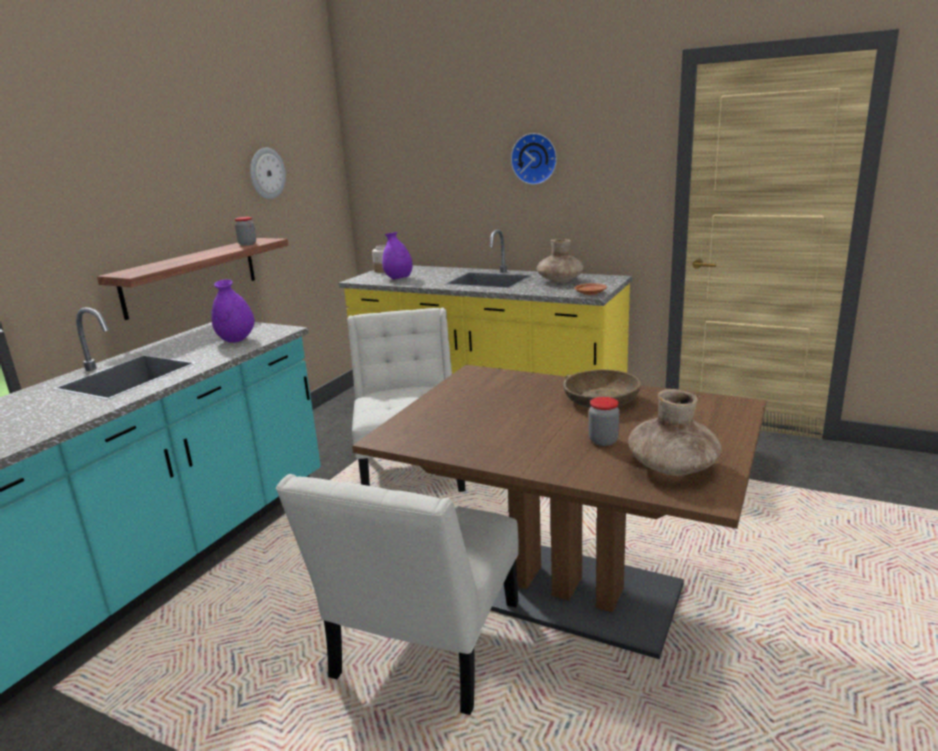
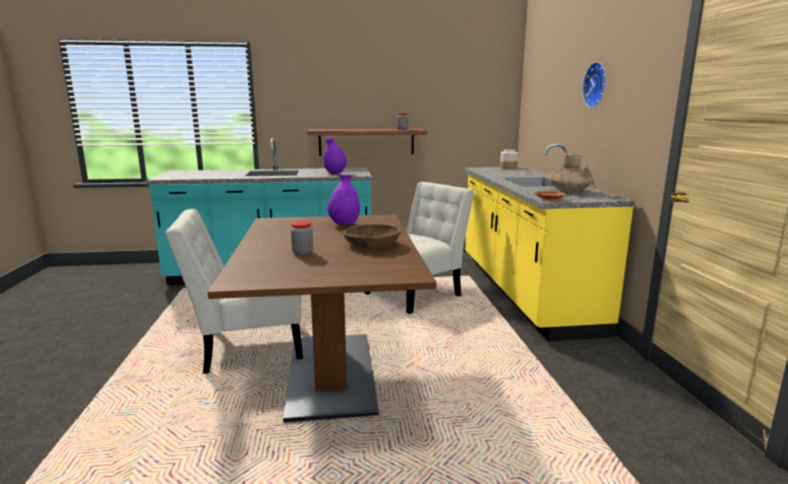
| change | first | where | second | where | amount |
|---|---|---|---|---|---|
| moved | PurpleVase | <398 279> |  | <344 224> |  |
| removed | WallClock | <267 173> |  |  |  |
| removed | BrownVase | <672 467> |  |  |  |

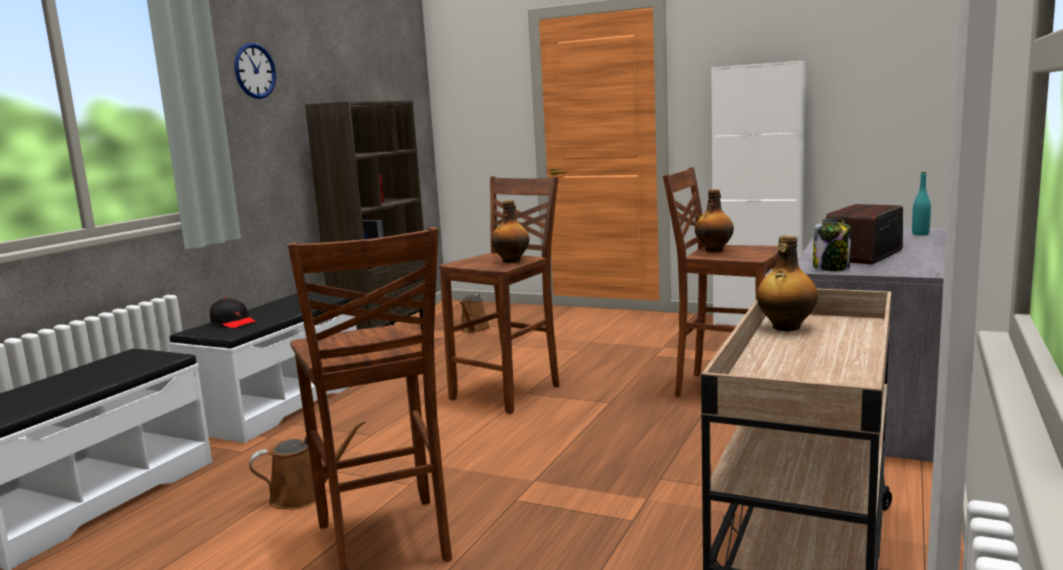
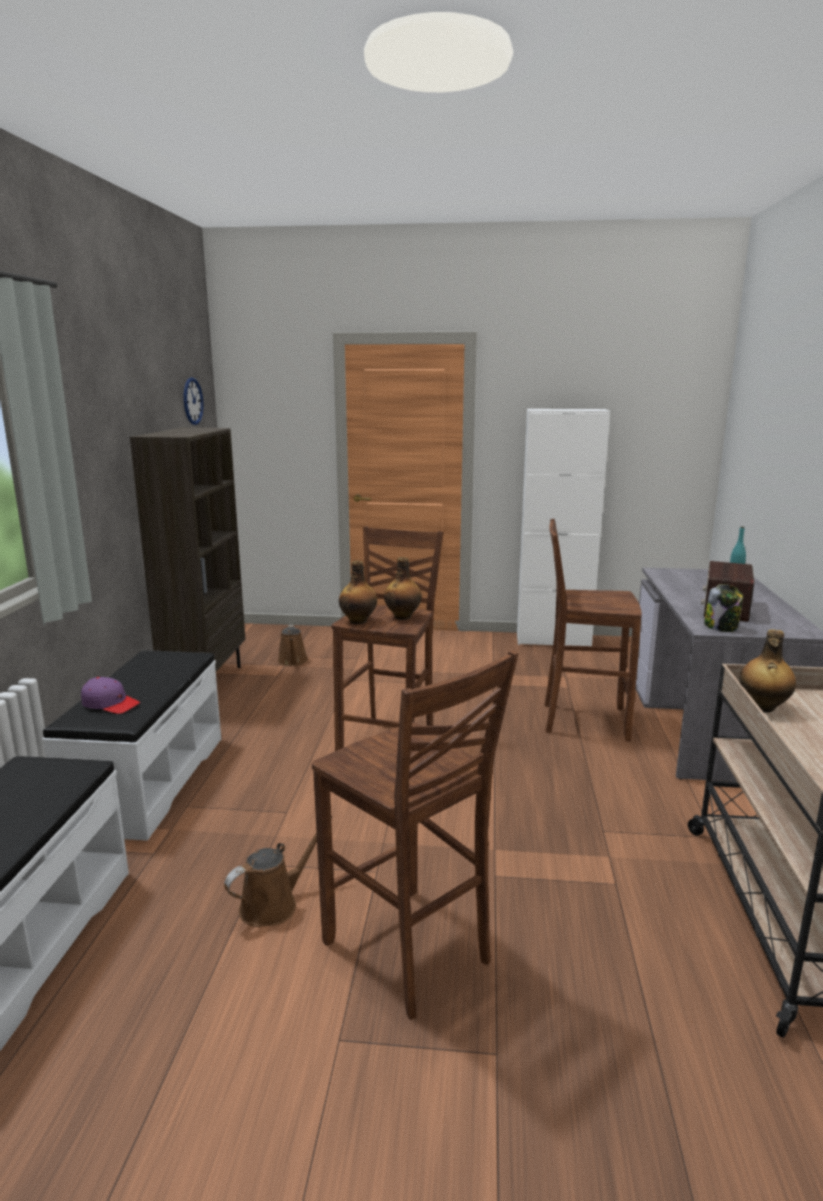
| change | first | where | second | where | amount |
|---|---|---|---|---|---|
| recoloured | BlackCap | <233 322> | PurpleCap | <110 704> |  |
| moved | WallClock | <255 71> |  | <192 401> |  |
| moved | Bottle | <714 250> |  | <358 621> |  |

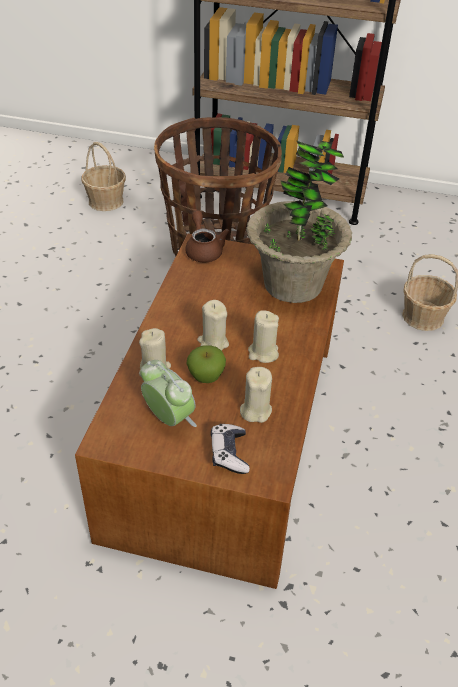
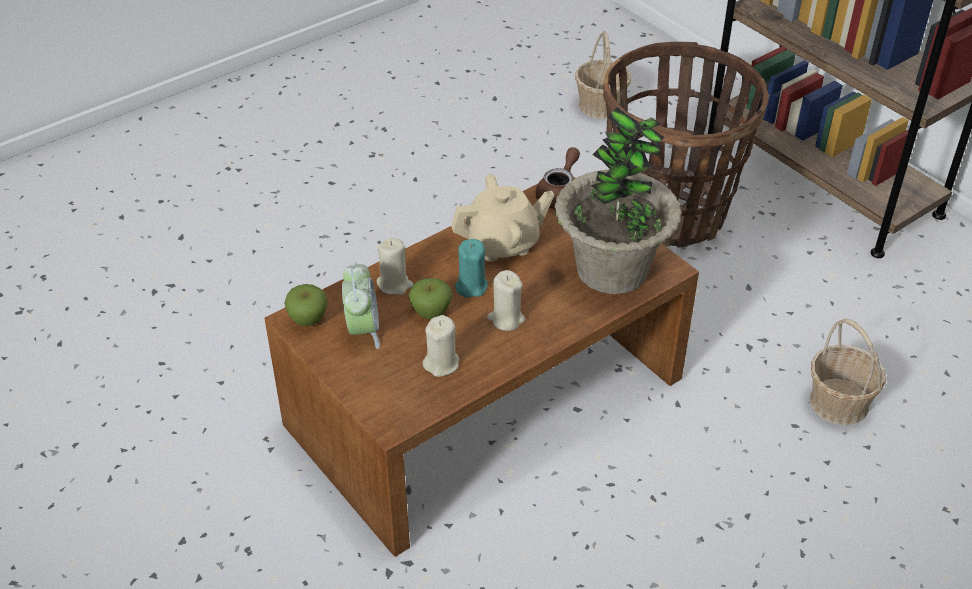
| change | first | where | second | where | amount |
|---|---|---|---|---|---|
| added |  |  | Apple | <308 320> |  |
| added |  |  | BeigeTeapot | <502 244> |  |
| recoloured | BeigeCandle | <213 343> | TurquoiseCandle | <471 286> |  |
| removed | GameController | <229 453> |  |  |  |

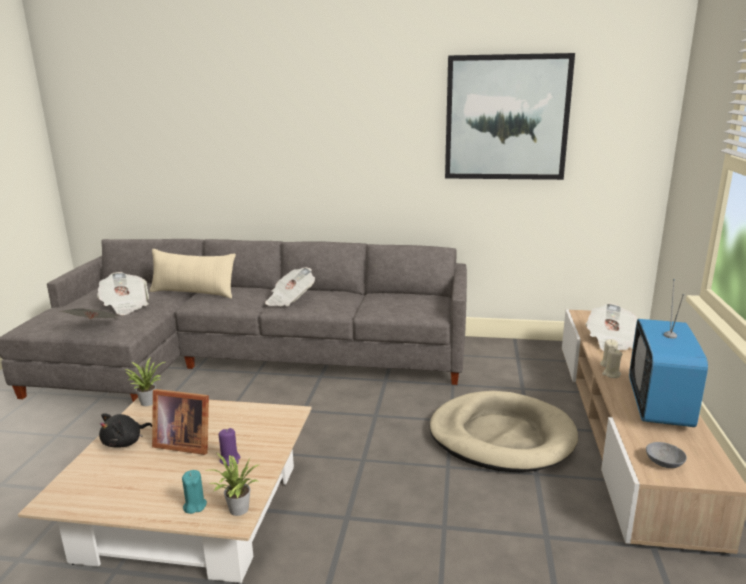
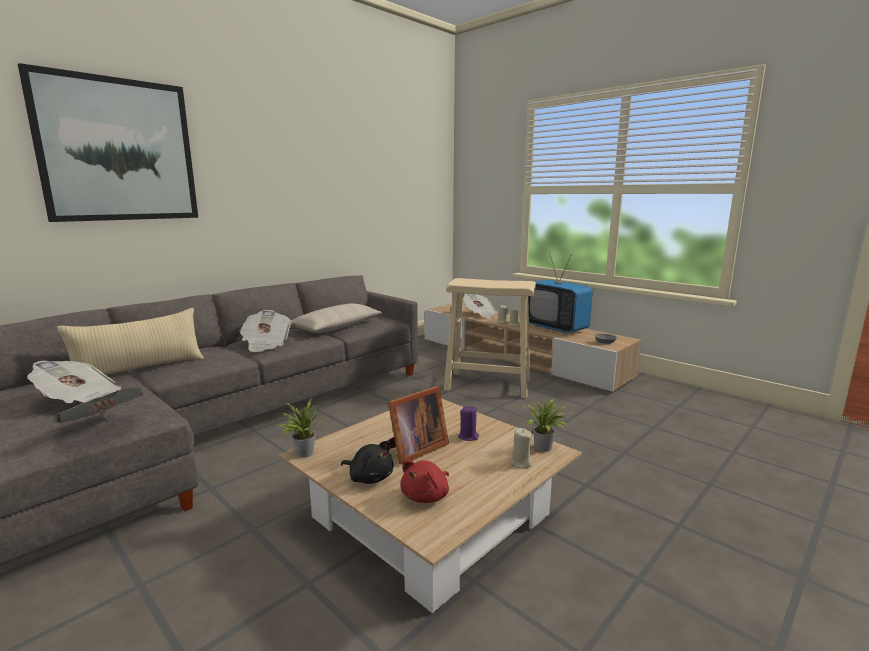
| change | first | where | second | where | amount |
|---|---|---|---|---|---|
| moved | Picture | <506 118> |  | <118 150> |  |
| added |  |  | BeigePillow | <336 327> |  |
| turned | BlackPlushToy | <125 442> |  | <369 477> | 45 degrees counterclockwise |
| added |  |  | RedPlushToy | <427 496> |  |
| replaced | BeigeDogBed | <501 436> | BeigeStool | <487 384> |  |
| recoloured | TurquoiseCandle | <194 506> | BeigeCandle | <520 463> |  |

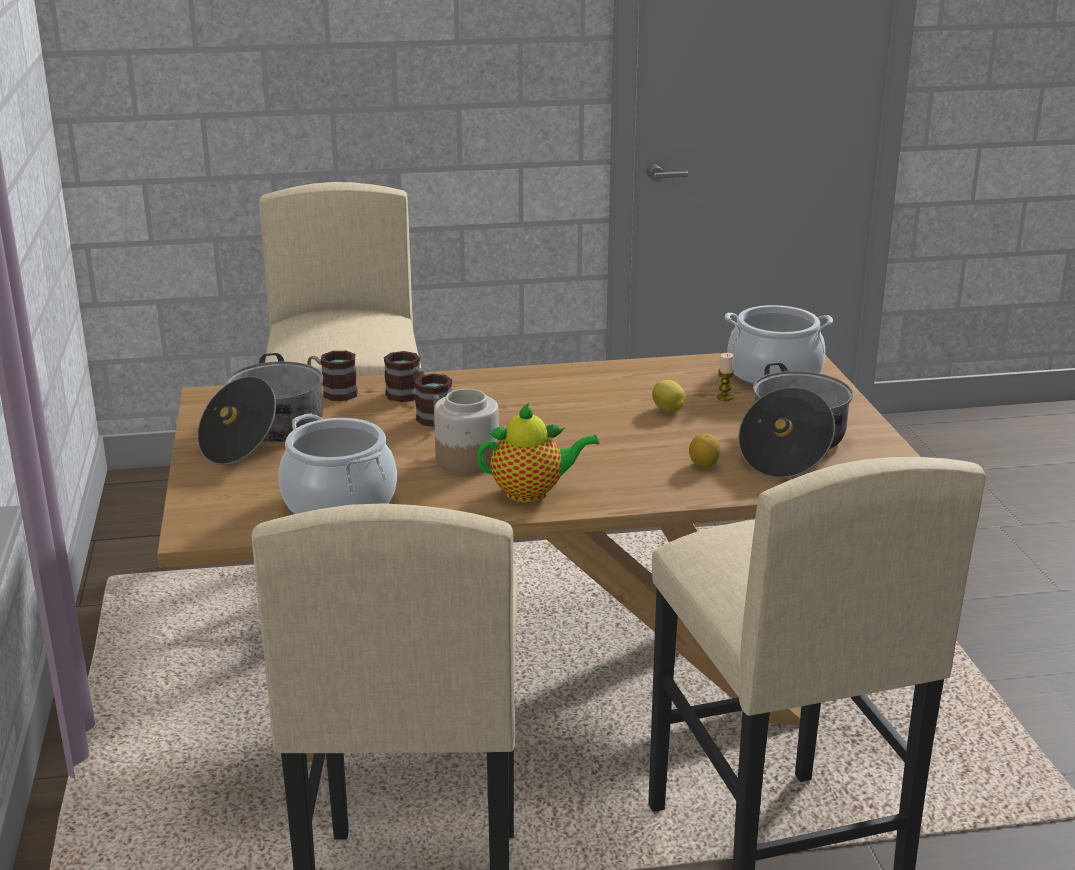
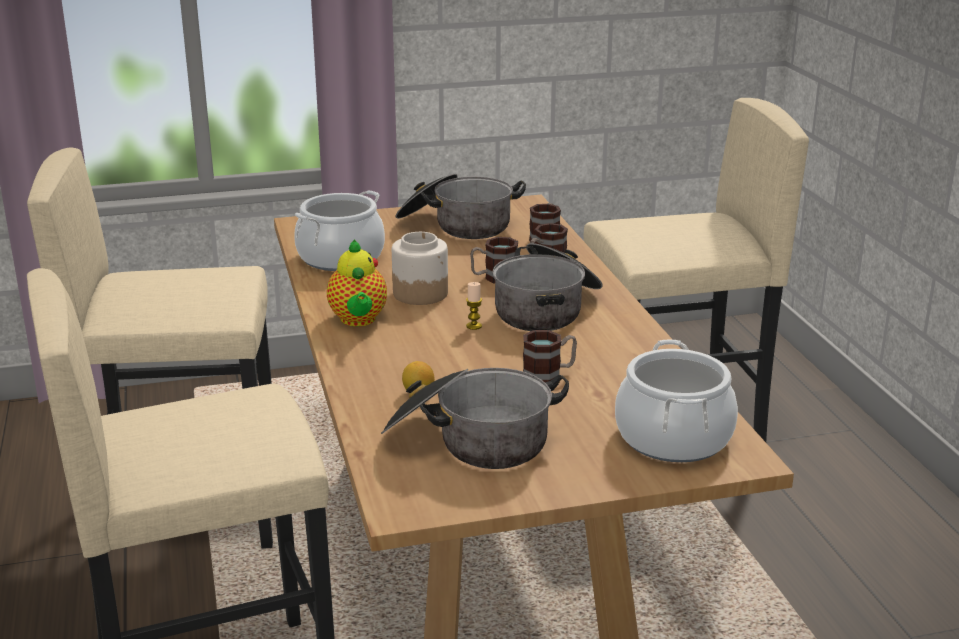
| change | first | where | second | where | amount |
|---|---|---|---|---|---|
| moved | Candle | <724 397> |  | <474 326> |  |
| added |  |  | CookingPot | <547 308> |  |
| replaced | Lemon | <668 410> | Mug | <549 376> |  |

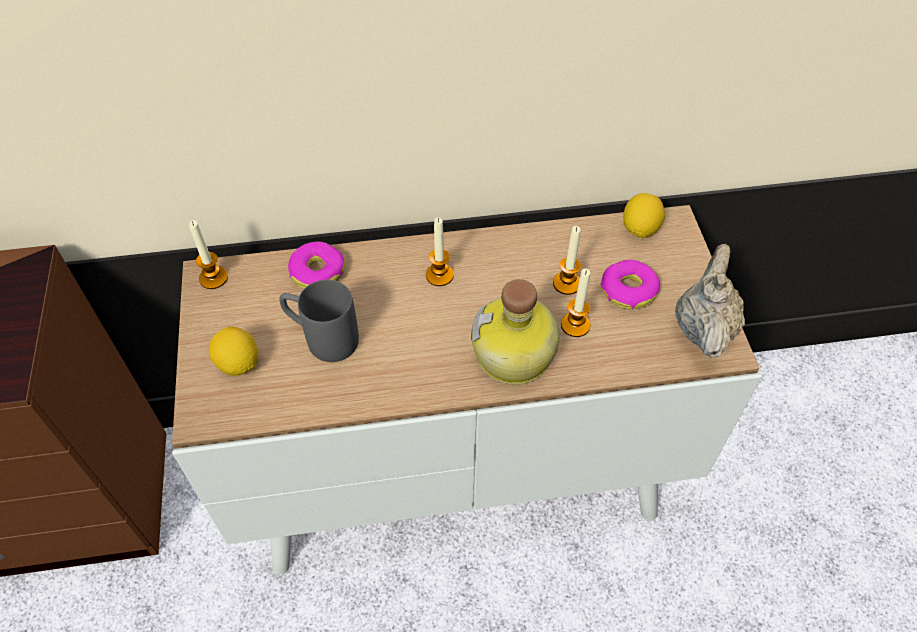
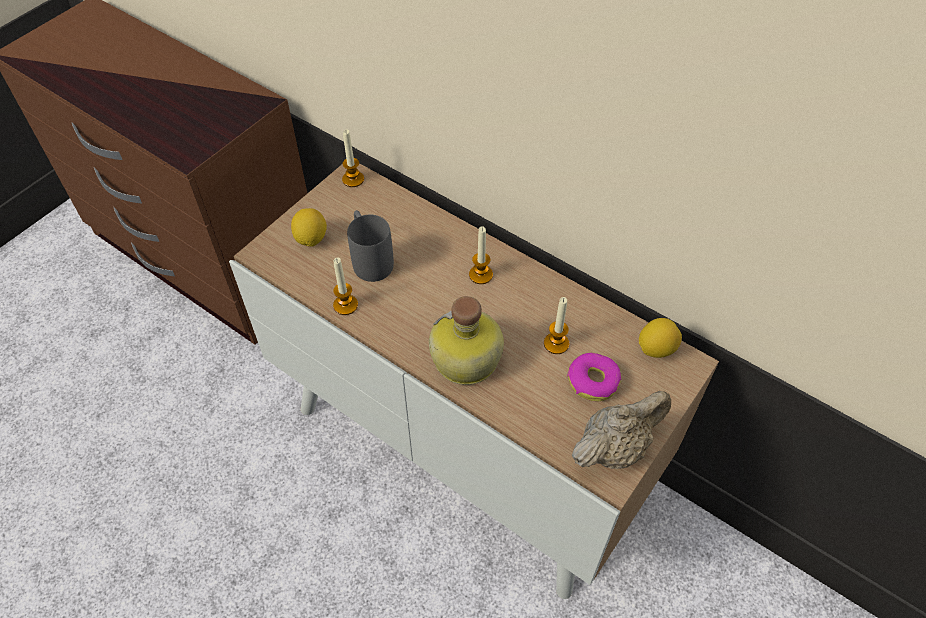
| change | first | where | second | where | amount |
|---|---|---|---|---|---|
| moved | Candle | <575 325> |  | <345 305> |  |
| removed | Donut | <317 272> |  |  |  |

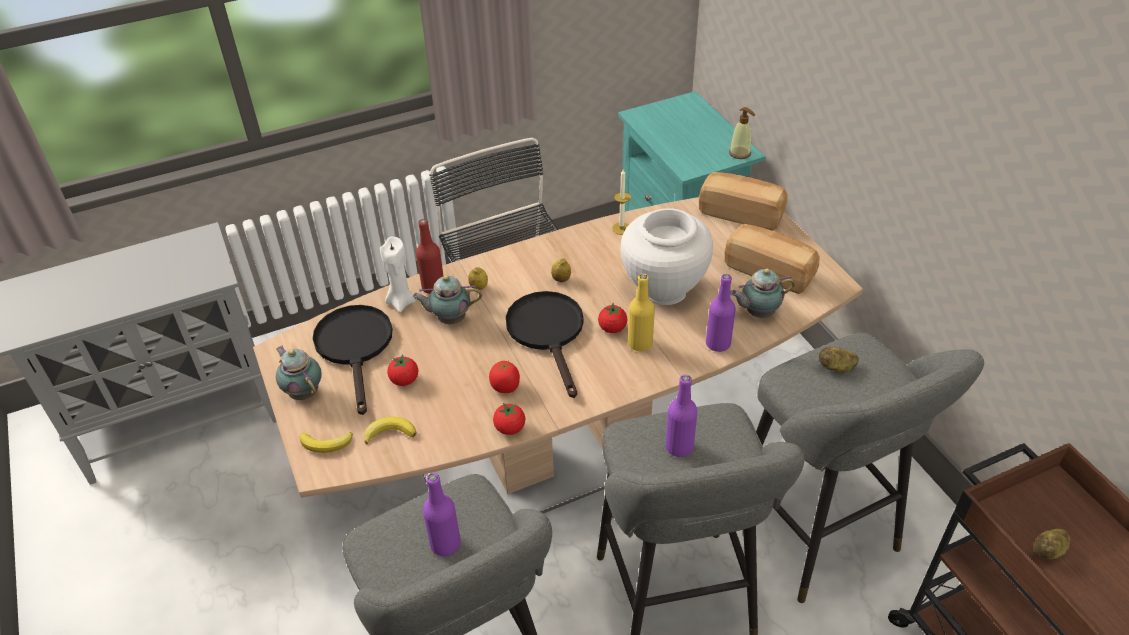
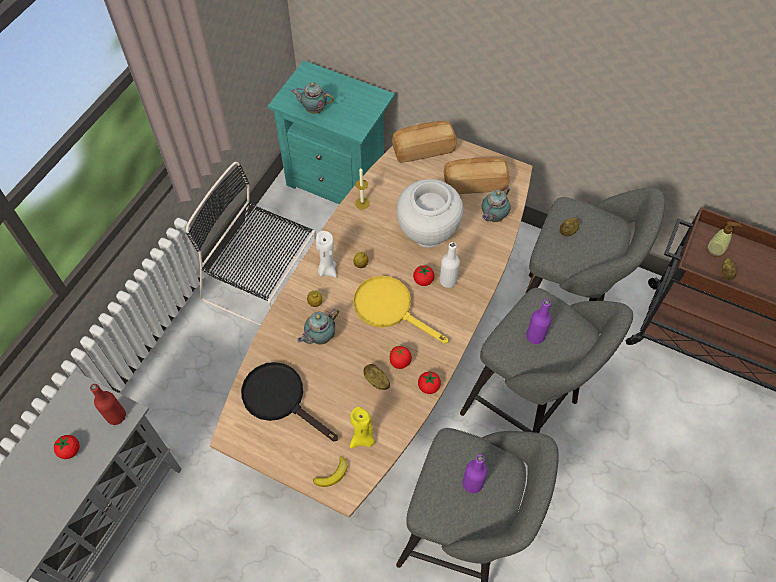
| change | first | where | second | where | amount |
|---|---|---|---|---|---|
| moved | Tomato | <404 380> |  | <70 450> |  |
| moved | RedBottle | <433 287> |  | <116 416> |  |
| moved | Teapot | <303 391> |  | <313 109> |  |
| moved | WhiteCandle | <401 302> |  | <327 270> |  |
| replaced | Banana | <390 432> | YellowCandle | <363 439> |  |
| recoloured | BlackFryingPan | <548 333> | YellowFryingPan | <390 308> |  |
| added |  |  | Potato | <376 381> |  |
| recoloured | YellowBottle | <640 343> | WhiteBottle | <448 281> |  |
| moved | SoapDispenser | <740 153> |  | <715 249> |  |
| removed | PurpleBottle | <718 344> |  |  |  |

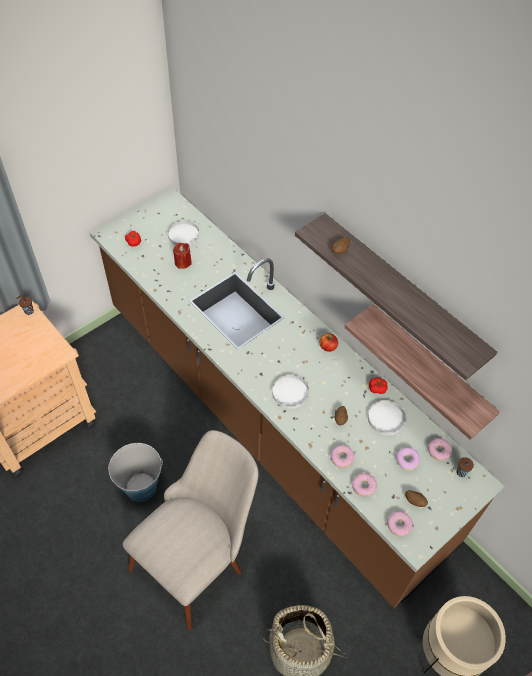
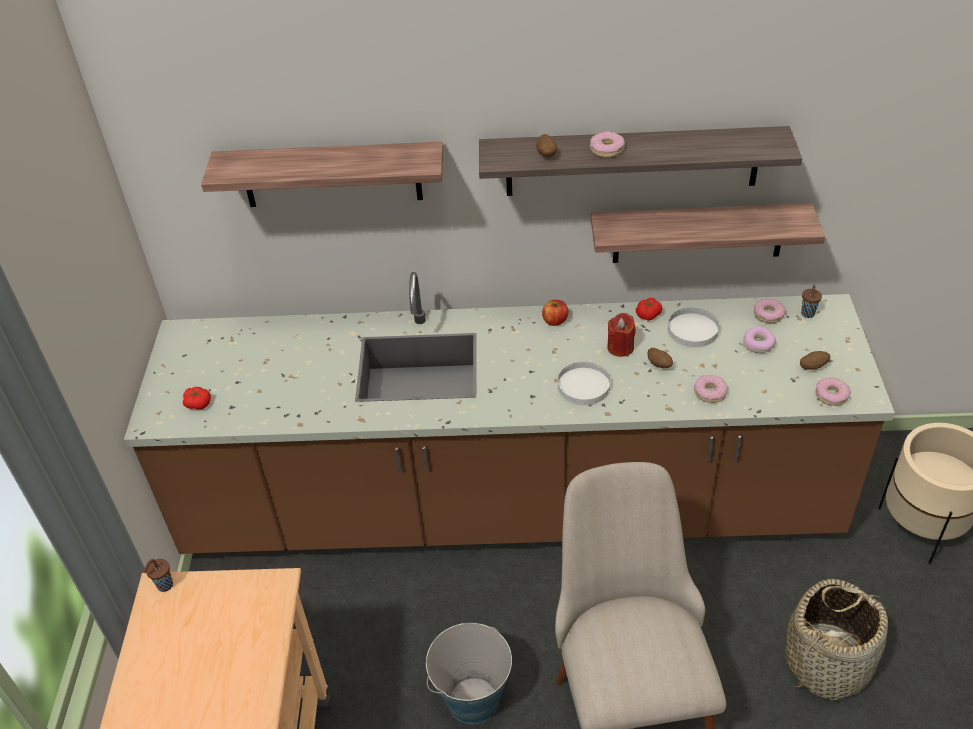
| change | first | where | second | where | amount |
|---|---|---|---|---|---|
| added |  |  | Shelf | <331 174> |  |
| moved | Donut | <363 486> |  | <606 149> |  |
| moved | RedCandle | <183 262> |  | <620 347> |  |
| removed | WhitePlate | <183 235> |  |  |  |

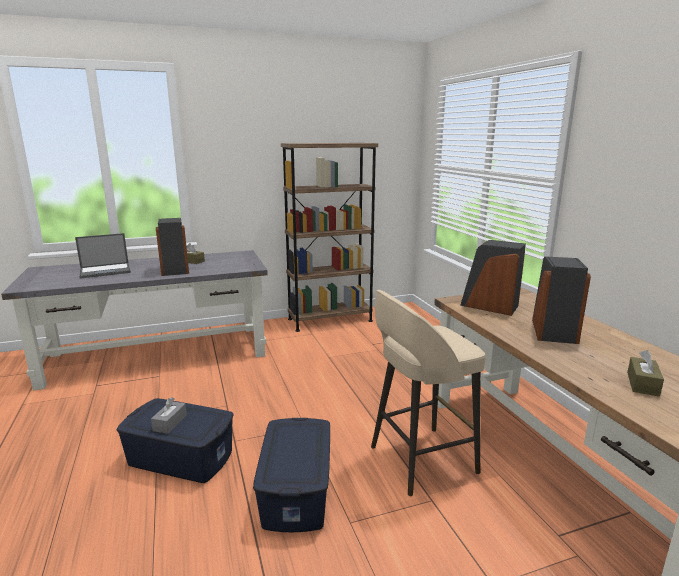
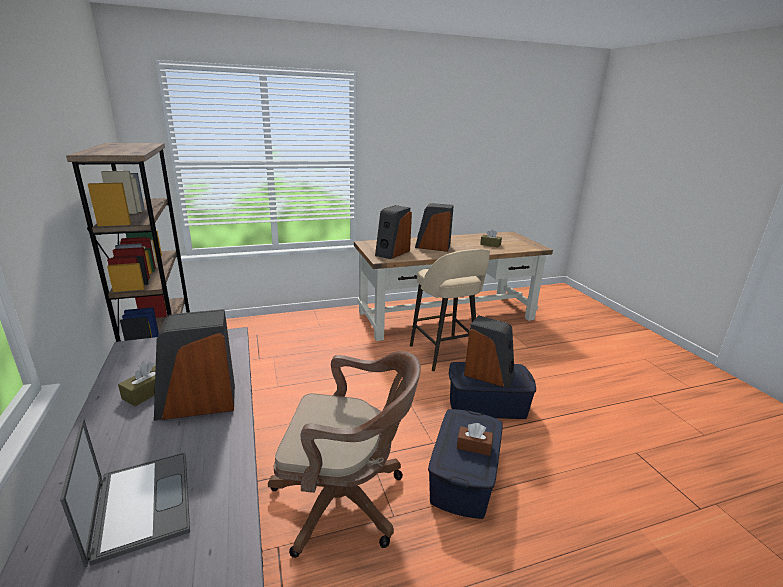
| change | first | where | second | where | amount |
|---|---|---|---|---|---|
| added |  |  | BrownOfficeChair | <346 501> |  |
| recoloured | GreyTissueBox | <170 423> | BrownTissueBox | <474 446> |  |
| added |  |  | Speaker | <489 375> |  |

